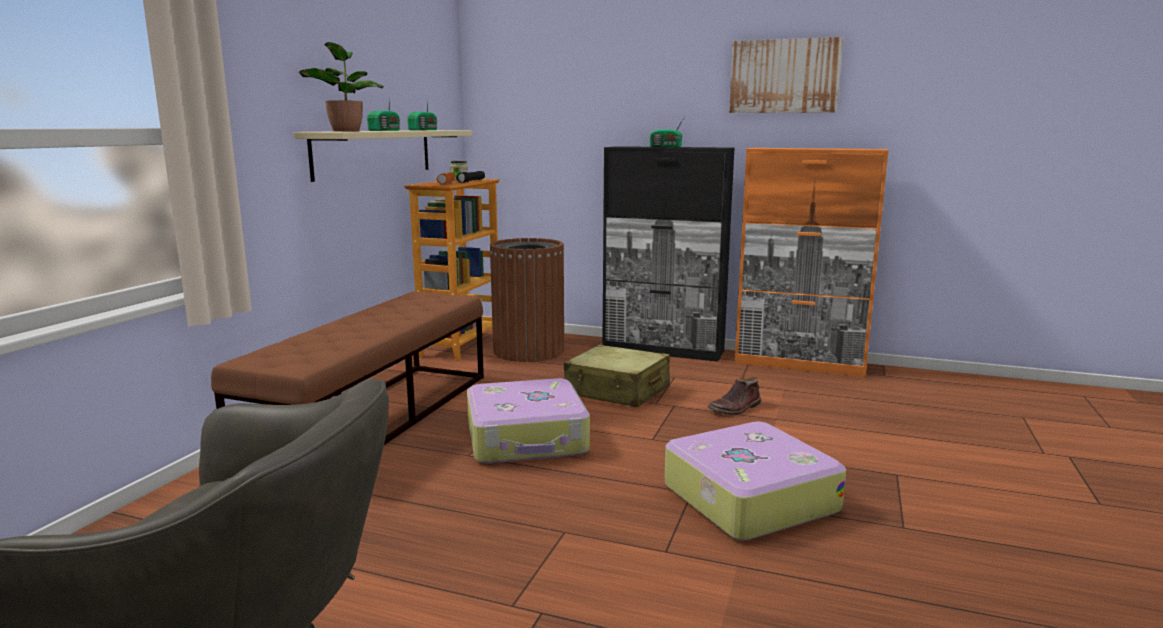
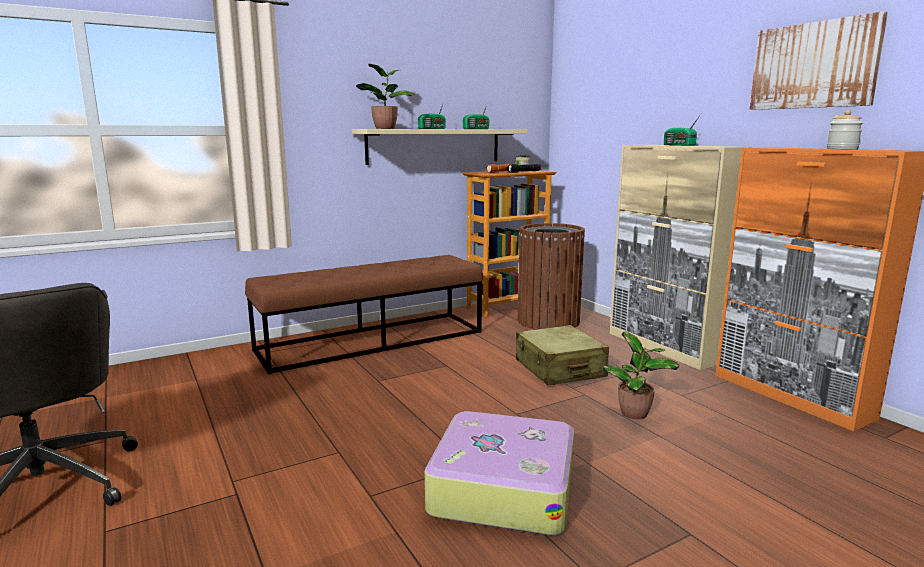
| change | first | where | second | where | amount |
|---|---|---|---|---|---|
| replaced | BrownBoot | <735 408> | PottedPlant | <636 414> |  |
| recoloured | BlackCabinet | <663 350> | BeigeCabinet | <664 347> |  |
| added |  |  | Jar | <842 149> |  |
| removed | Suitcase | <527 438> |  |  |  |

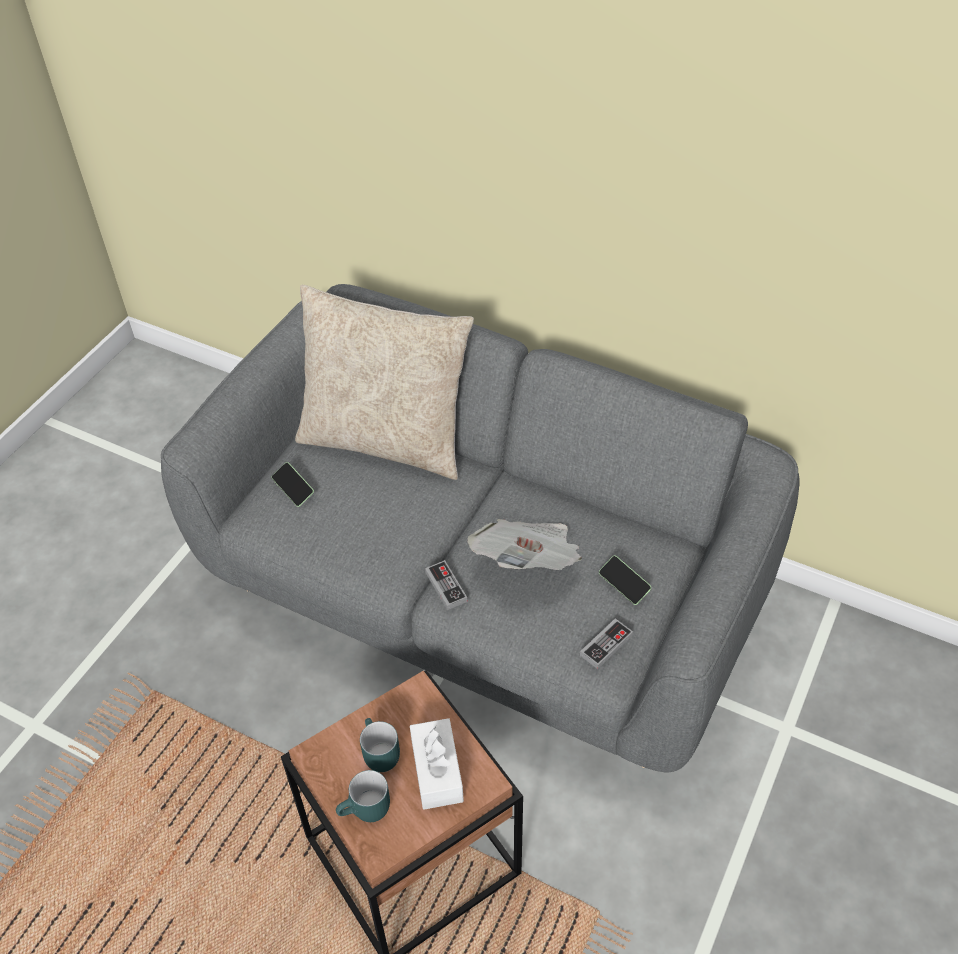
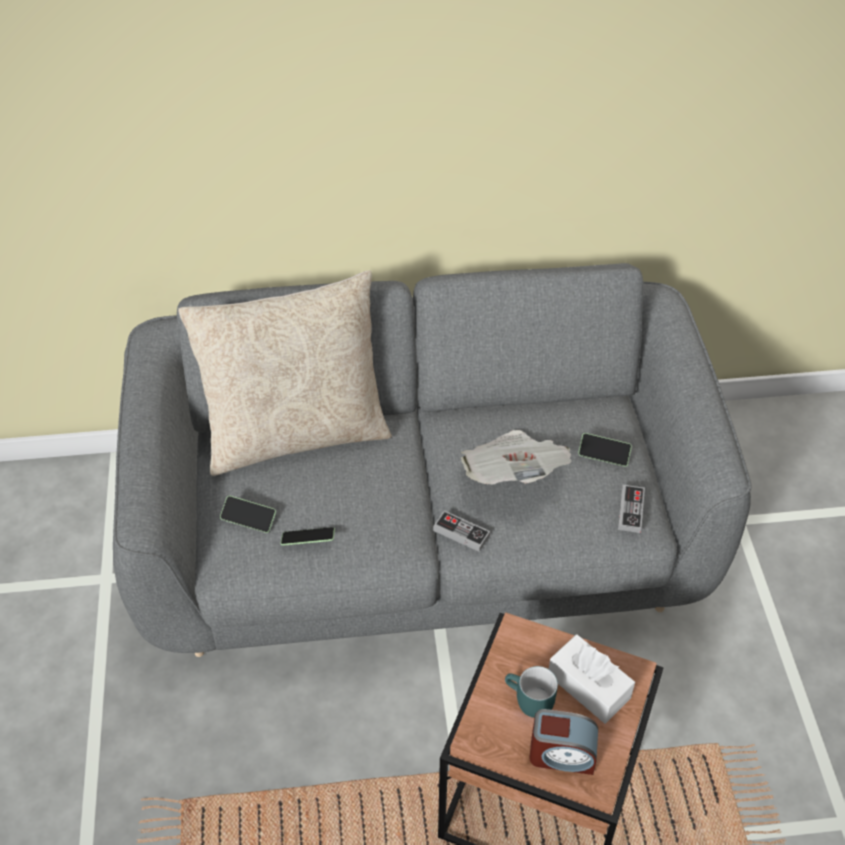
| change | first | where | second | where | amount |
|---|---|---|---|---|---|
| added |  |  | Phone | <308 541> |  |
| replaced | TurquoiseMug | <366 812> | AlarmClock | <562 754> |  |

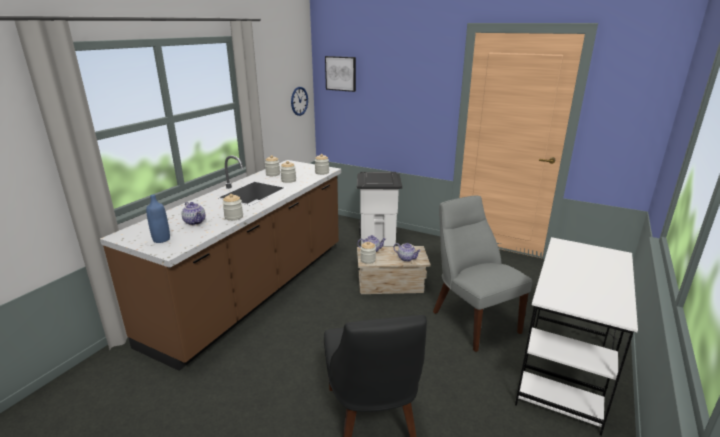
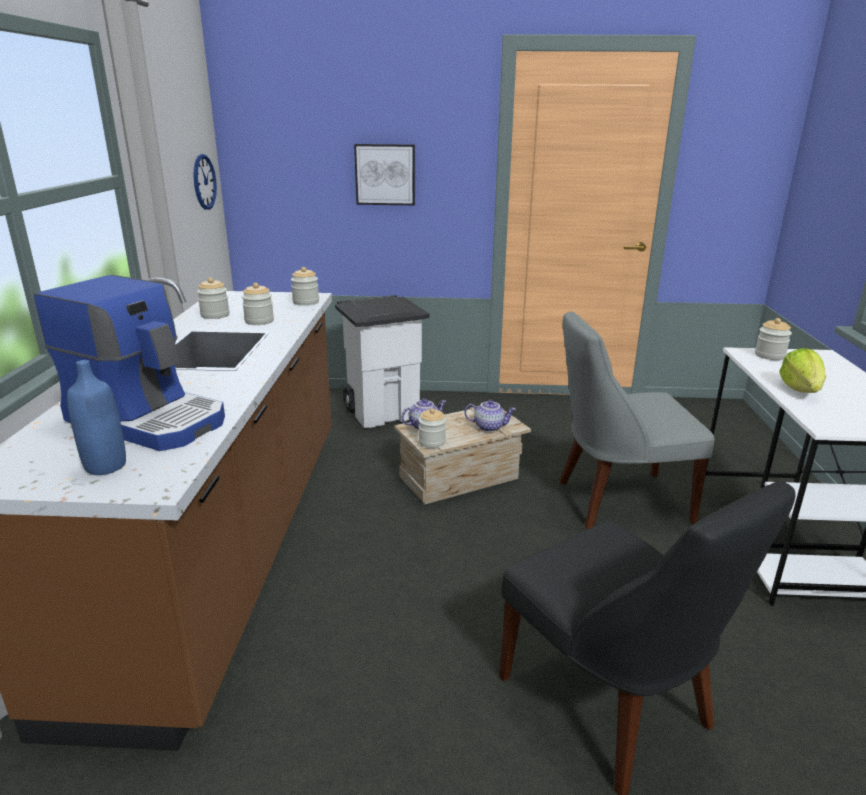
| change | first | where | second | where | amount |
|---|---|---|---|---|---|
| replaced | Teapot | <195 222> | CoffeeMachine | <149 419> |  |
| moved | Picture | <341 73> |  | <385 174> |  |
| turned | GreyChair | <472 320> |  | <617 501> | 45 degrees counterclockwise |
| moved | Jar | <234 217> |  | <769 355> |  |
| added |  |  | Lettuce | <801 390> |  |

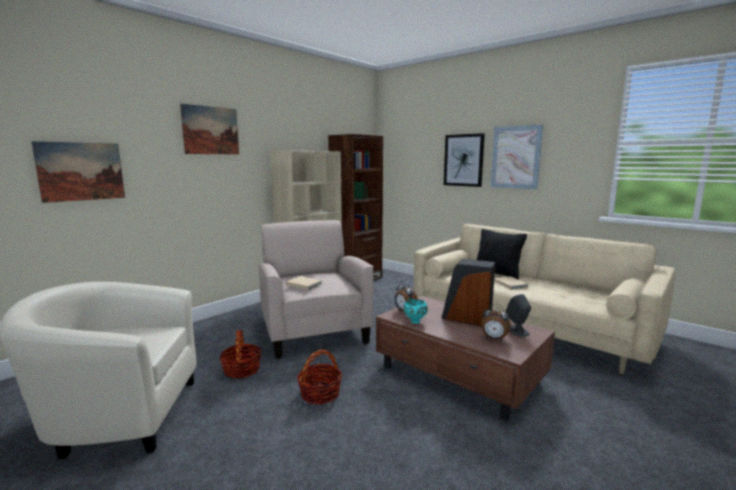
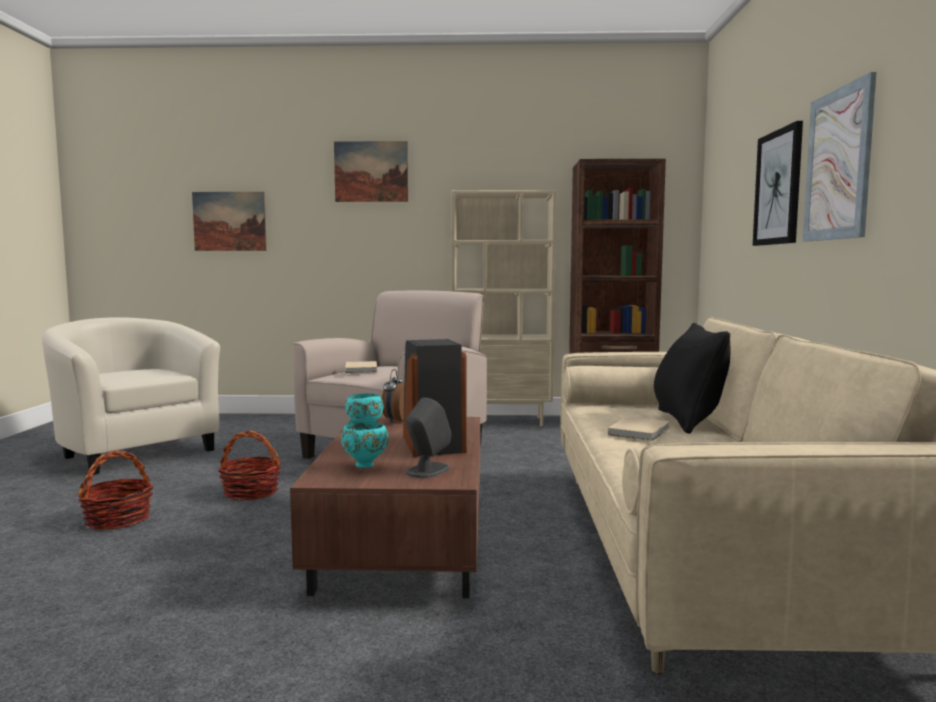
| change | first | where | second | where | amount |
|---|---|---|---|---|---|
| moved | Basket | <241 370> |  | <118 519> |  |
| replaced | AlarmClock | <494 339> | TurquoiseBowl | <366 465> |  |

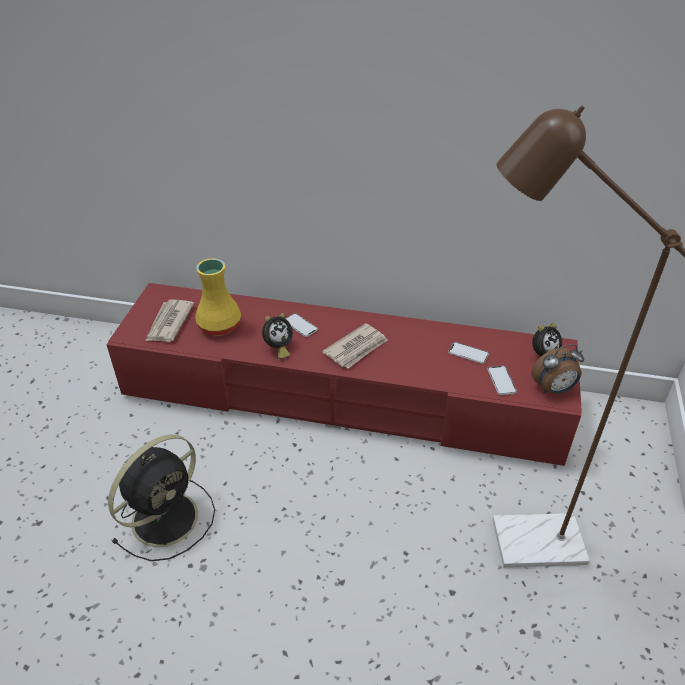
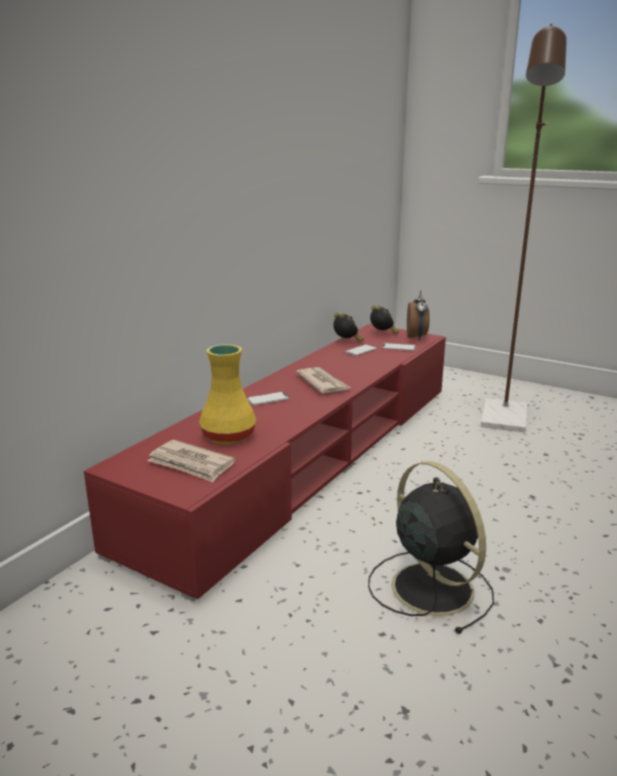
| change | first | where | second | where | amount |
|---|---|---|---|---|---|
| moved | AlarmClock | <278 348> |  | <346 342> |  |

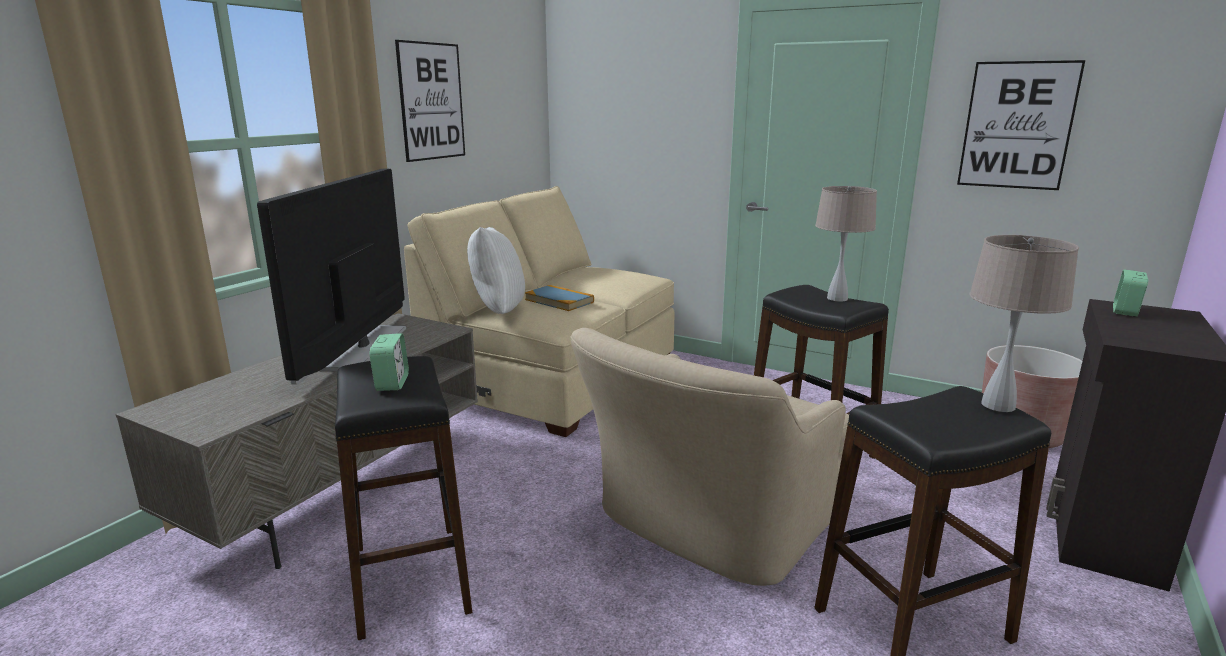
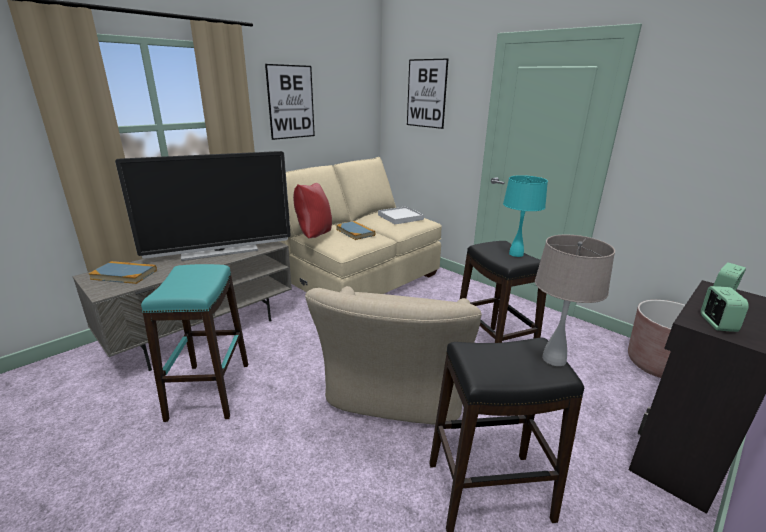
| change | first | where | second | where | amount |
|---|---|---|---|---|---|
| added |  |  | Book | <124 274> |  |
| turned | Television | <363 348> |  | <220 251> | 135 degrees counterclockwise |
| recoloured | BlackStool | <409 578> | TurquoiseStool | <209 390> |  |
| recoloured | WhitePillow | <497 312> | RedPillow | <313 235> |  |
| turned | BeigeArmchair | <708 524> |  | <395 391> | 45 degrees counterclockwise |
| added |  |  | WhiteTray | <400 217> |  |
| moved | Picture | <1017 125> |  | <426 93> |  |
| recoloured | BeigeTableLamp | <836 298> | TurquoiseTableLamp | <515 254> |  |
| moved | AlarmClock | <392 383> |  | <717 323> |  |

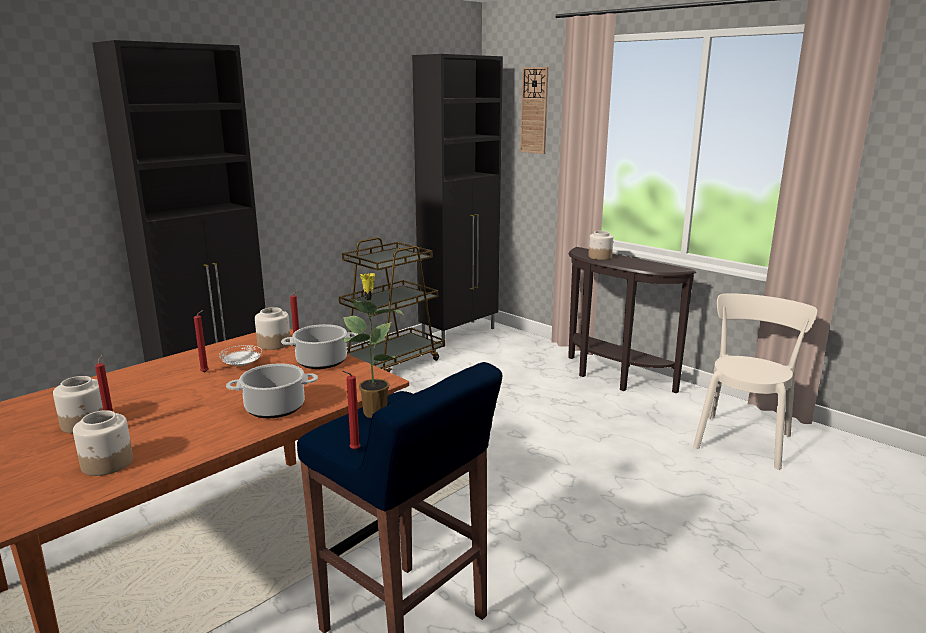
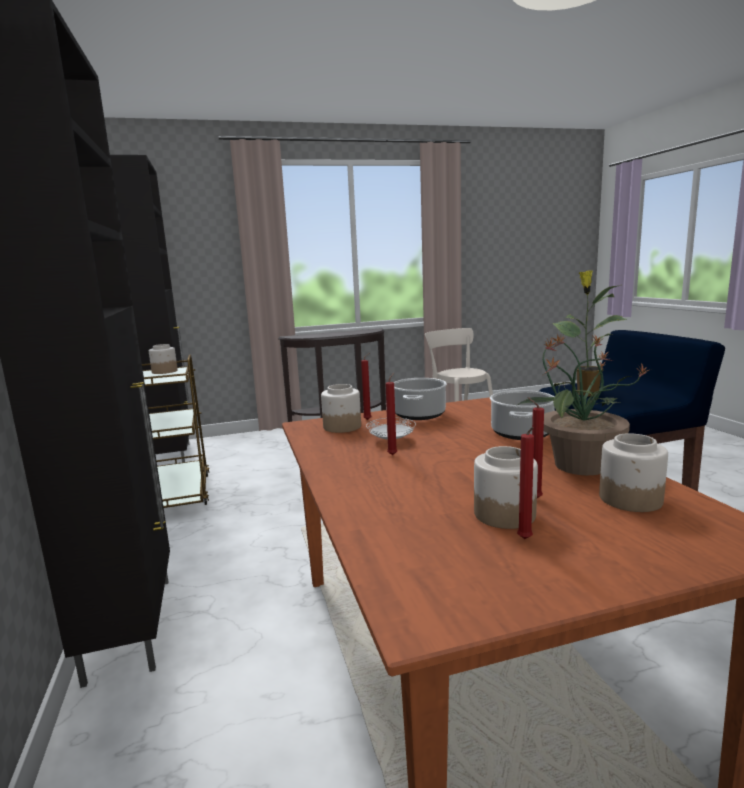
| change | first | where | second | where | amount |
|---|---|---|---|---|---|
| moved | Jar | <599 257> |  | <164 371> |  |
| moved | RedCandle | <353 450> |  | <525 540> |  |
| added |  |  | PottedPlant | <578 465> |  |
| removed | WallClock | <534 110> |  |  |  |

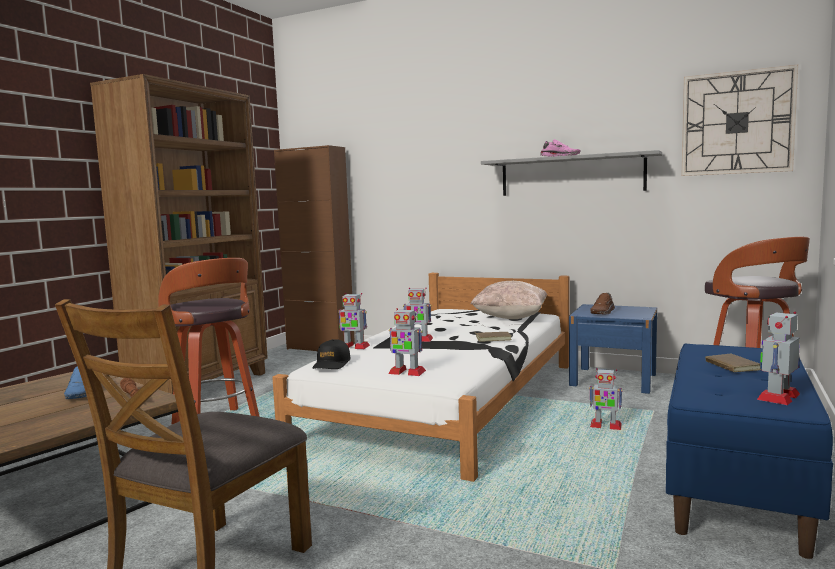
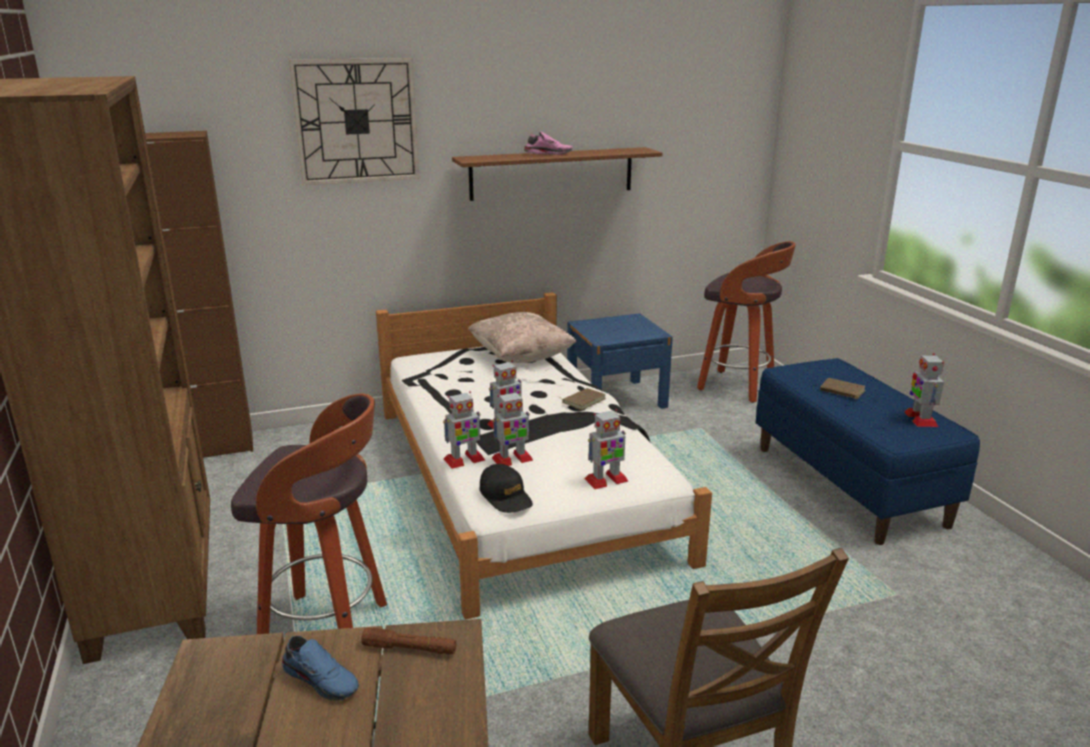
| change | first | where | second | where | amount |
|---|---|---|---|---|---|
| moved | WallClock | <737 123> |  | <356 121> |  |
| recoloured | GreyShelf | <571 175> | BrownShelf | <552 173> |  |
| moved | ToyRobot | <605 426> |  | <512 459> |  |
| removed | BrownShoe | <603 312> |  |  |  |

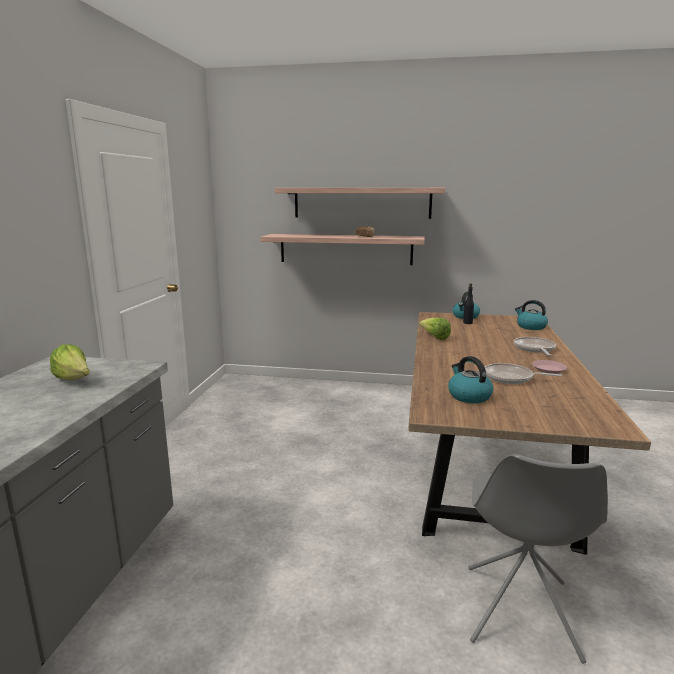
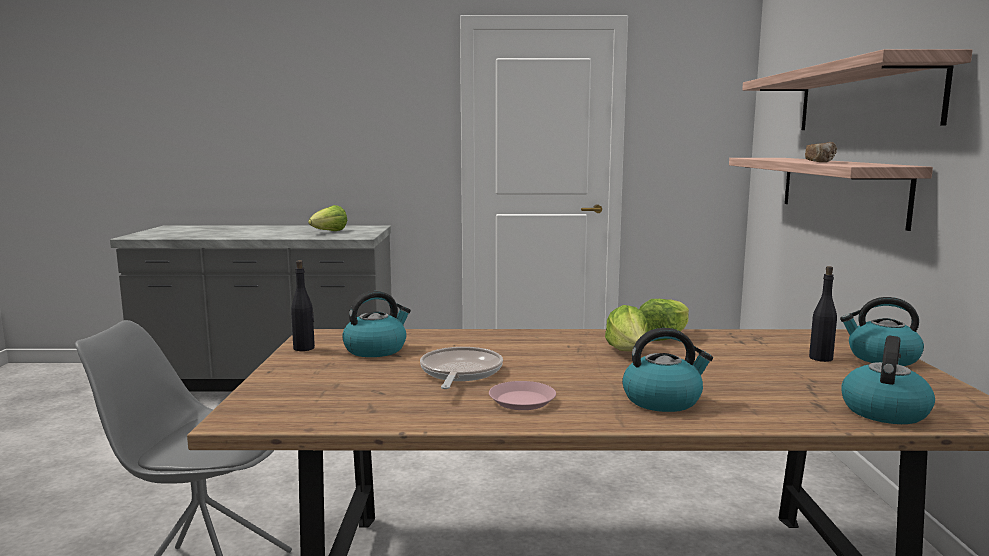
| change | first | where | second | where | amount |
|---|---|---|---|---|---|
| added |  |  | BlackBottle | <304 348> |  |
| added |  |  | Lettuce | <628 353> |  |
| replaced | FryingPan | <534 349> | Kettle | <663 400> |  |

